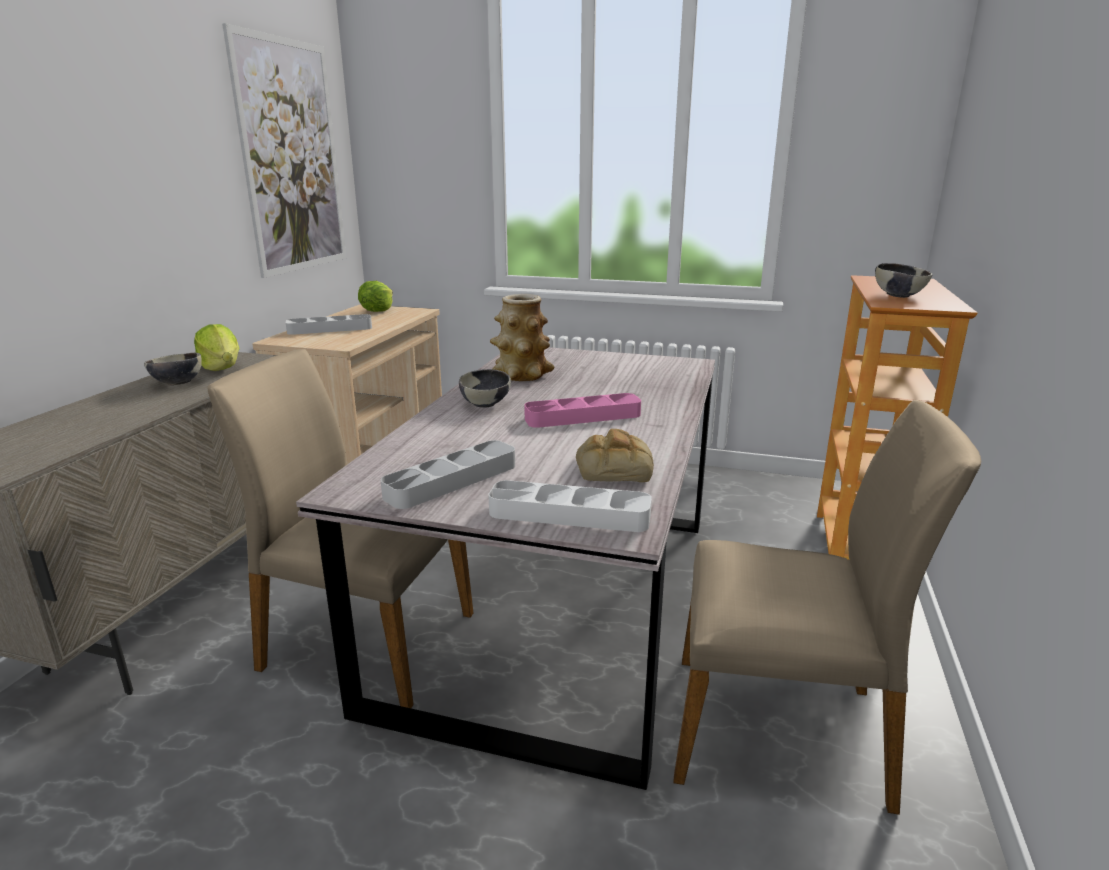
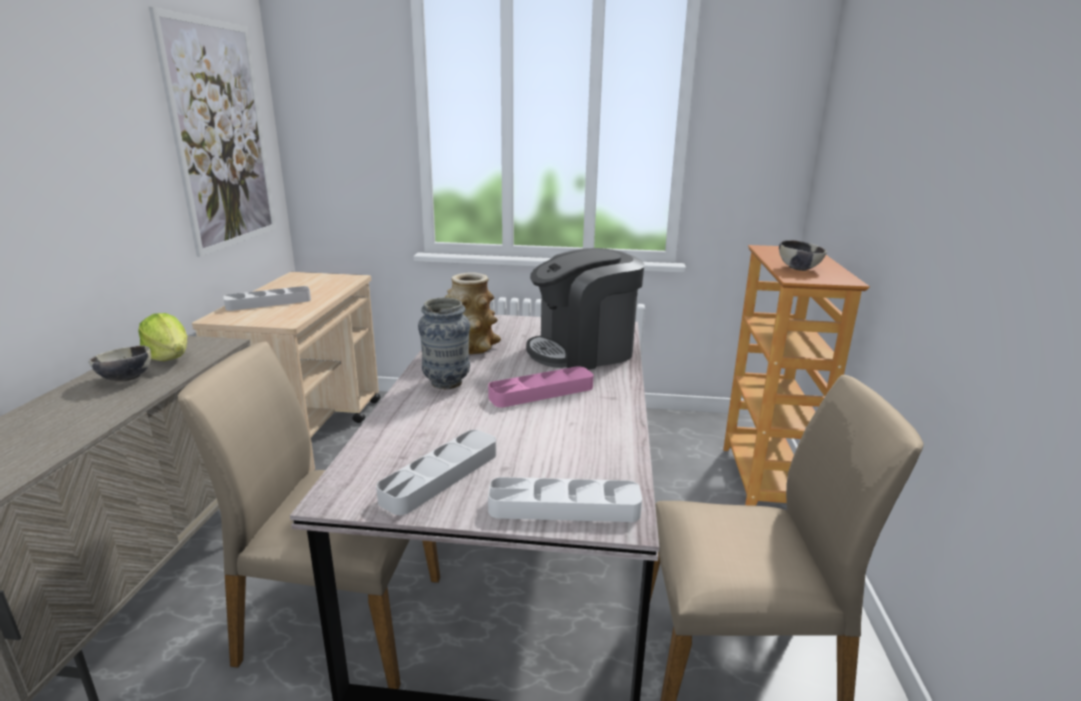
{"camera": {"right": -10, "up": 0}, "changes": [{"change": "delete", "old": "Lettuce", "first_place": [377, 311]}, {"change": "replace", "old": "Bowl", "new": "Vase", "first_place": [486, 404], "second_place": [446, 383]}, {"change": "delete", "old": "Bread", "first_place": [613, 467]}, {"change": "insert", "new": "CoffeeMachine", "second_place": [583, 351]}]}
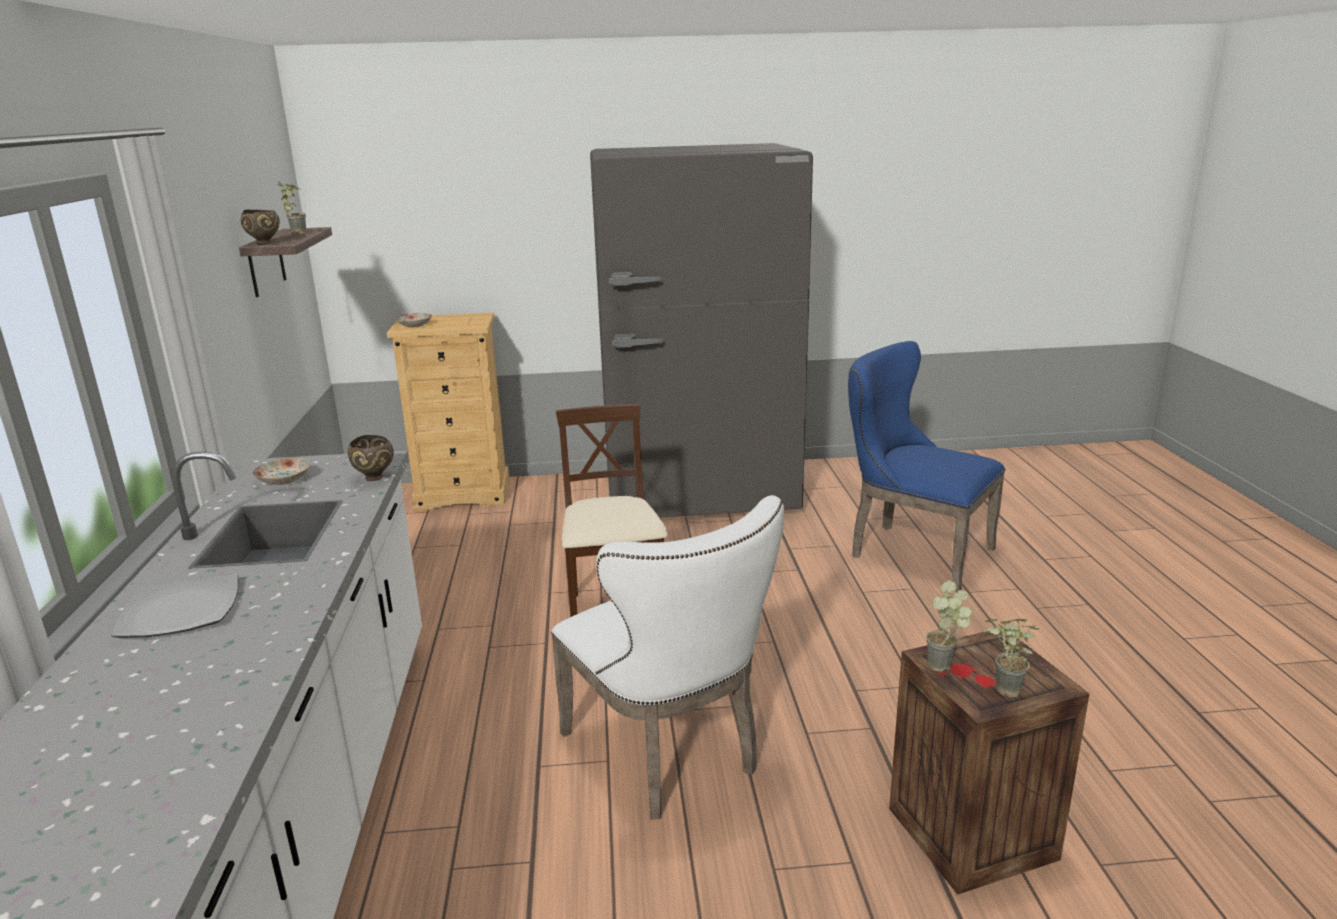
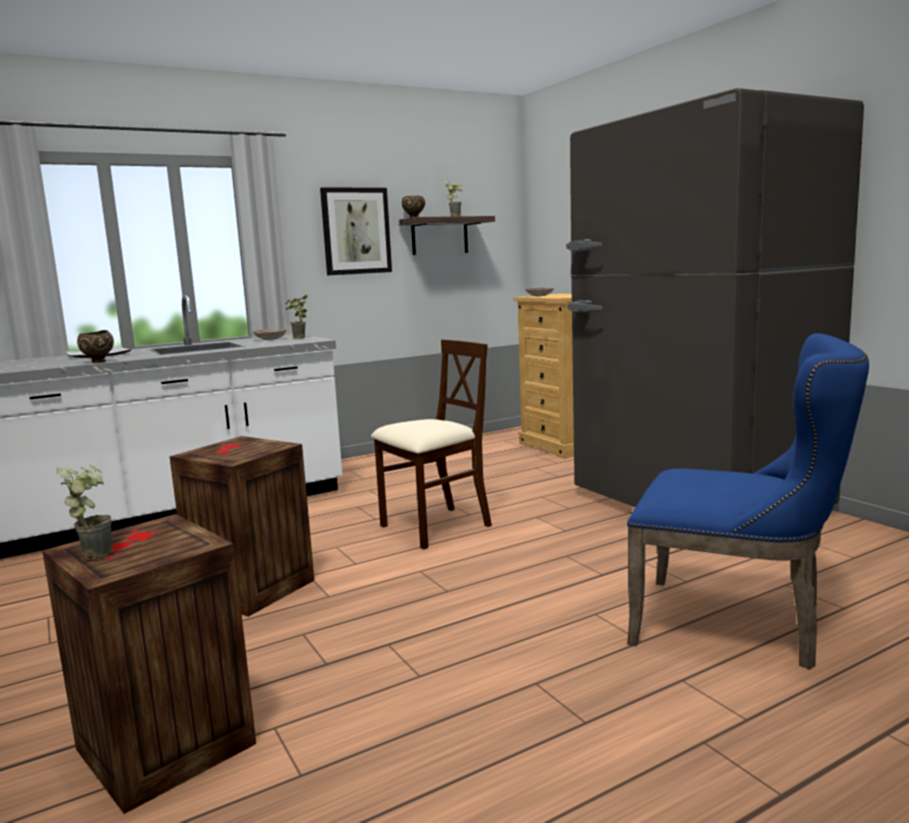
{"camera": {"right": 65, "up": -10}, "changes": [{"change": "rotate", "old": "BlueChair", "first_place": [912, 552], "second_place": [739, 626], "degrees": 105}, {"change": "move", "old": "BrownBowl", "first_place": [375, 478], "second_place": [98, 362]}, {"change": "replace", "old": "WhiteChair", "new": "Crate", "first_place": [669, 755], "second_place": [249, 588]}, {"change": "move", "old": "PottedPlant", "first_place": [946, 667], "second_place": [298, 338]}, {"change": "insert", "new": "Picture", "second_place": [356, 231]}]}
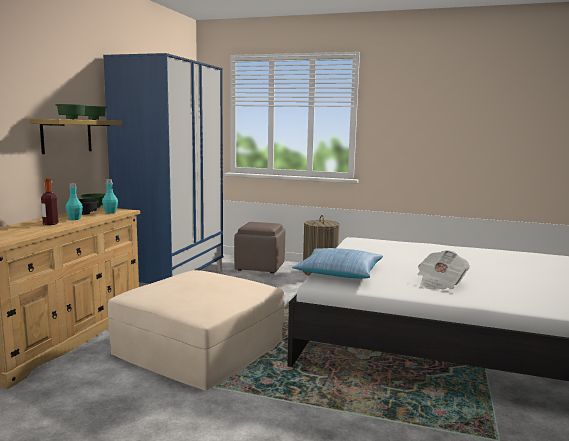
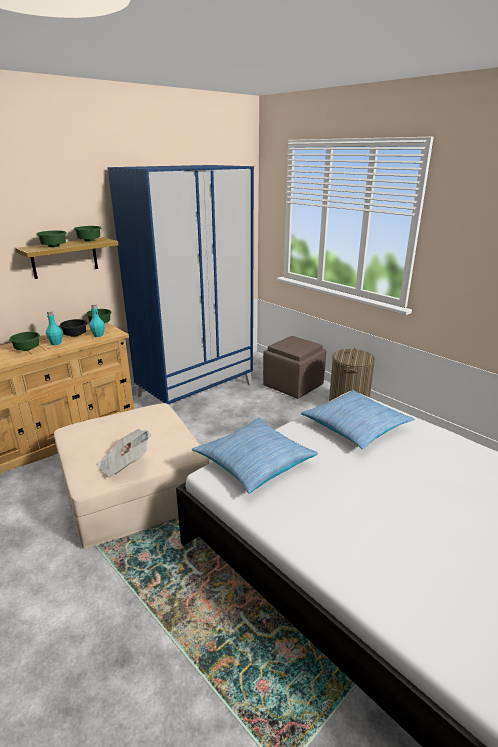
{"camera": {"right": 30, "up": 15}, "changes": [{"change": "replace", "old": "Bottle", "new": "GreenBowl", "first_place": [50, 224], "second_place": [28, 349]}, {"change": "move", "old": "Newspaper", "first_place": [439, 283], "second_place": [125, 464]}, {"change": "insert", "new": "Pillow", "second_place": [355, 426]}]}
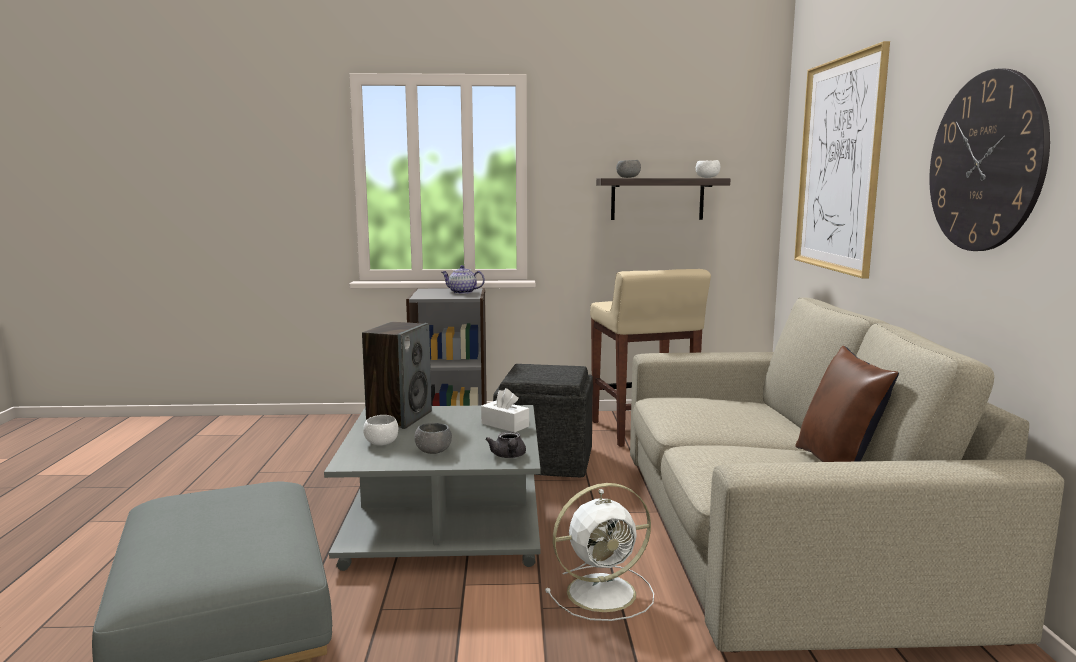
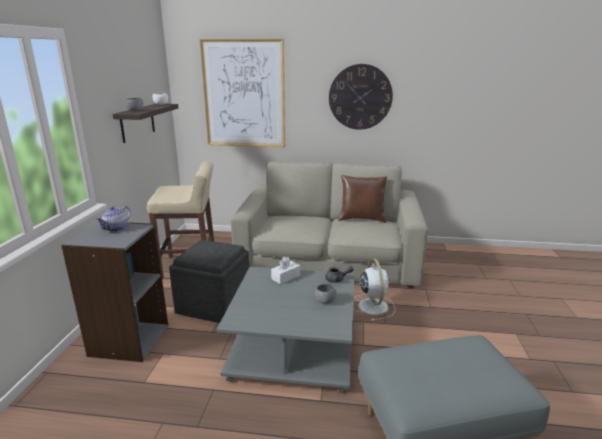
{"camera": {"right": -80, "up": 10}, "changes": [{"change": "delete", "old": "Speaker", "first_place": [399, 418]}, {"change": "delete", "old": "WhiteBowl", "first_place": [381, 443]}]}
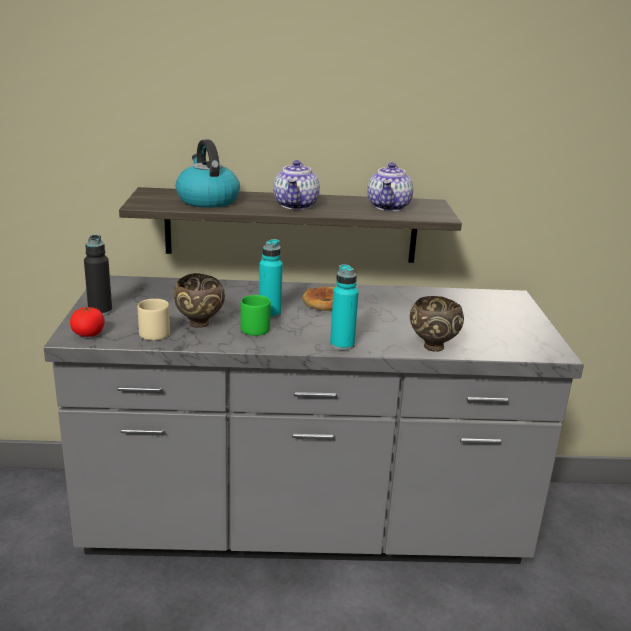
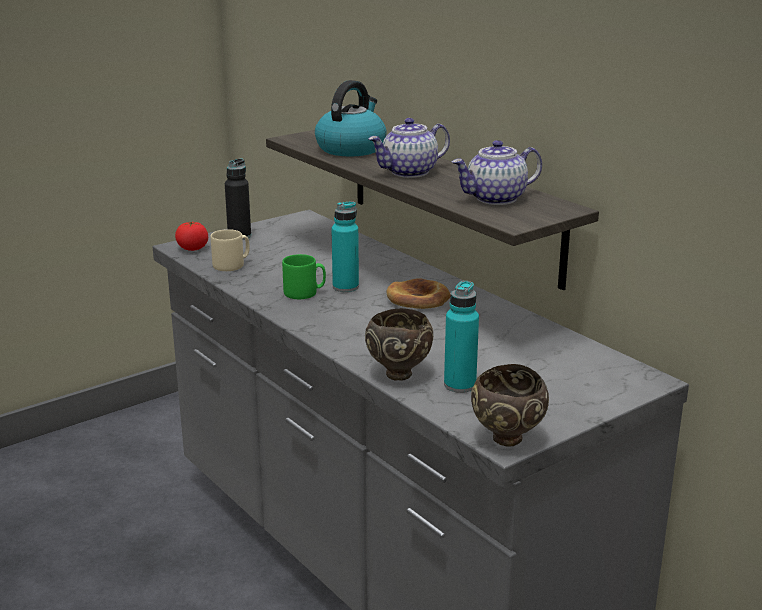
{"camera": {"right": 55, "up": 0}, "changes": [{"change": "move", "old": "TurquoiseBottle", "first_place": [342, 345], "second_place": [460, 385]}, {"change": "move", "old": "BrownBowl", "first_place": [200, 324], "second_place": [507, 440]}]}
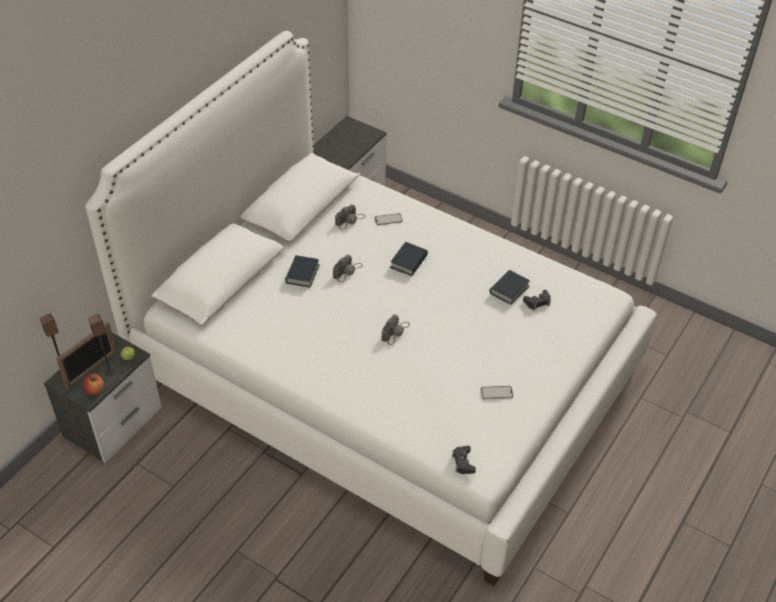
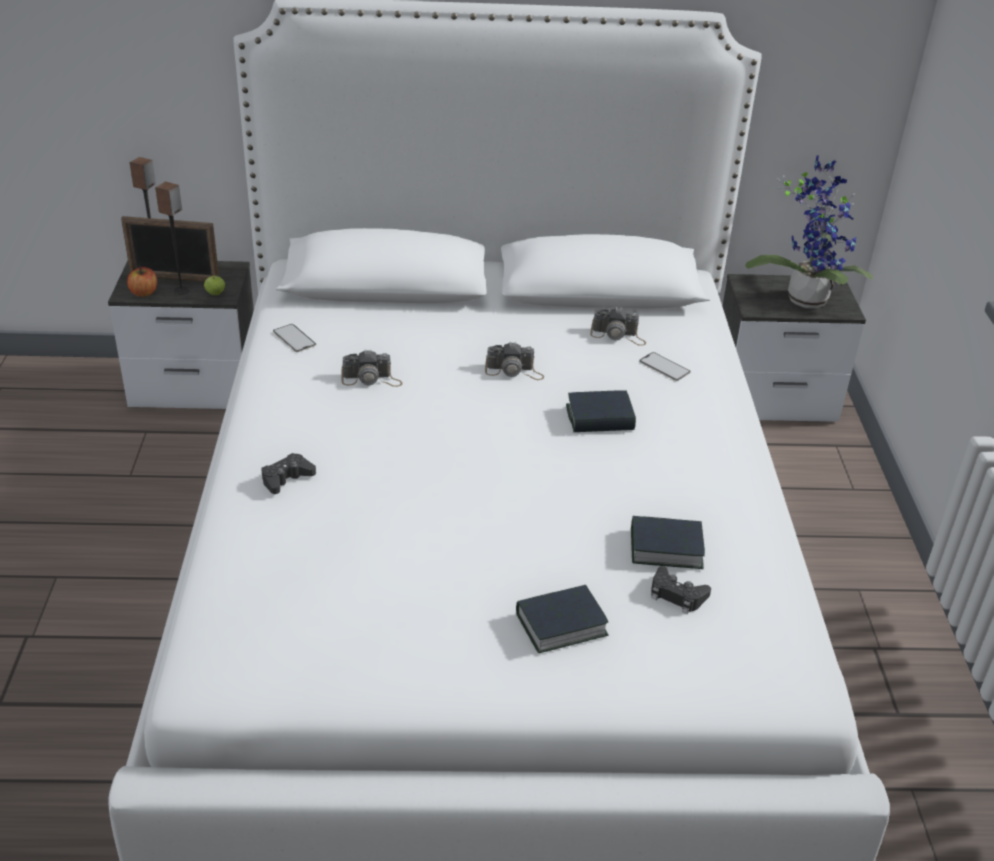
{"camera": {"right": 55, "up": -10}, "changes": [{"change": "move", "old": "Book", "first_place": [302, 274], "second_place": [561, 624]}, {"change": "move", "old": "PhotoCamera", "first_place": [395, 332], "second_place": [371, 379]}, {"change": "move", "old": "Phone", "first_place": [496, 392], "second_place": [294, 338]}, {"change": "move", "old": "BlackGameController", "first_place": [463, 462], "second_place": [286, 479]}, {"change": "insert", "new": "PottedPlant", "second_place": [805, 297]}]}
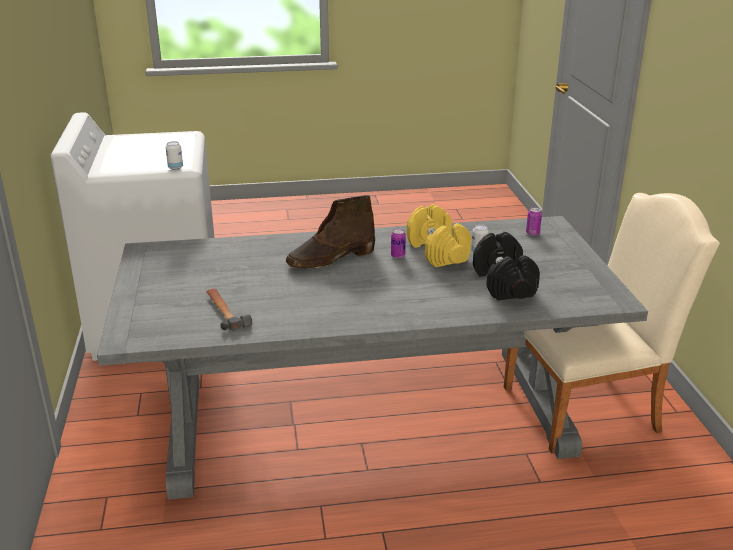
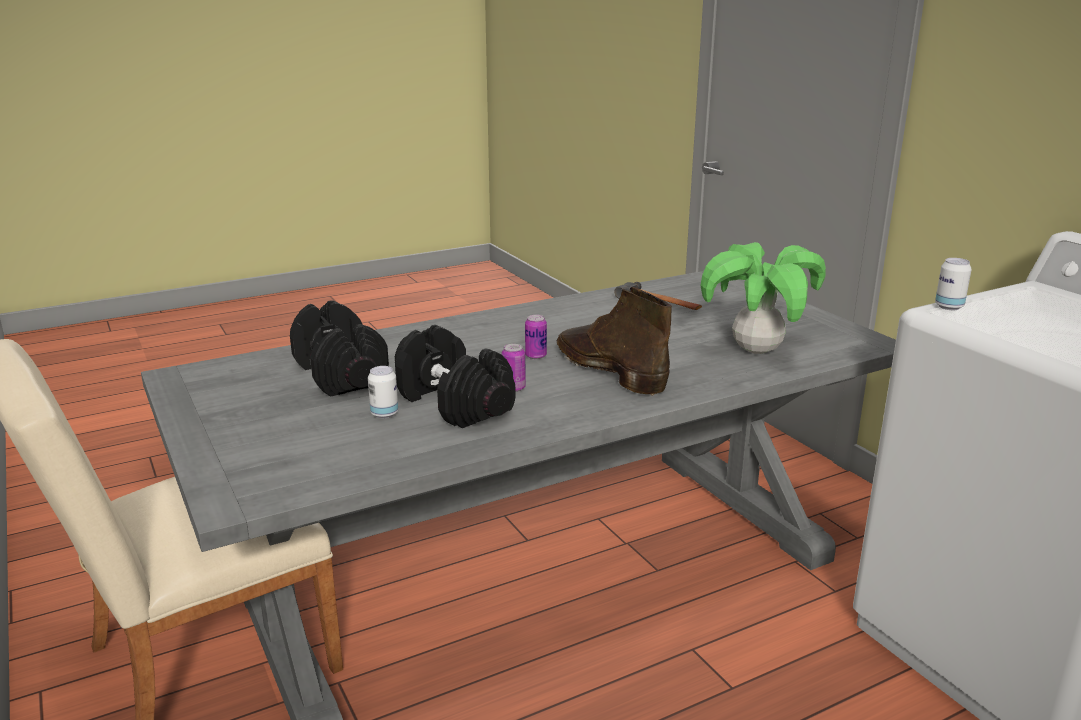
{"camera": {"right": 160, "up": -5}, "changes": [{"change": "rotate", "old": "BrownBoot", "first_place": [330, 259], "second_place": [609, 369], "degrees": -75}, {"change": "recolor", "old": "YellowDumbbell", "new": "BlackDumbbell", "first_place": [438, 252], "second_place": [453, 403]}, {"change": "move", "old": "Can", "first_place": [532, 233], "second_place": [535, 356]}, {"change": "insert", "new": "PottedPlant", "second_place": [756, 350]}]}
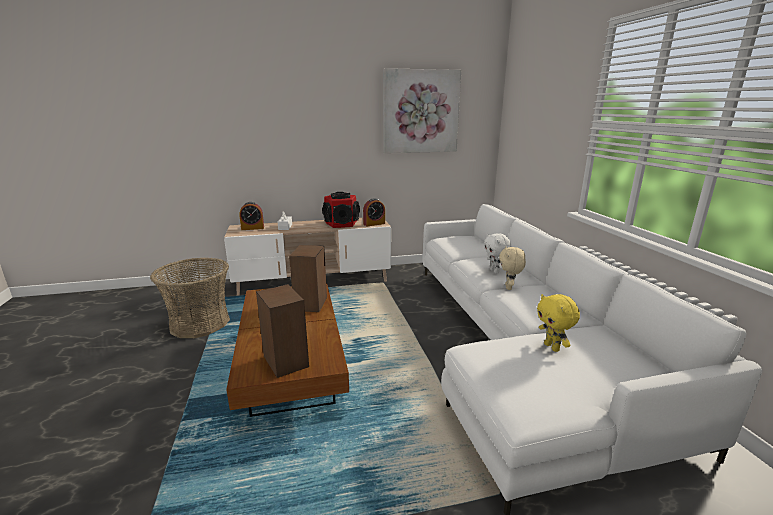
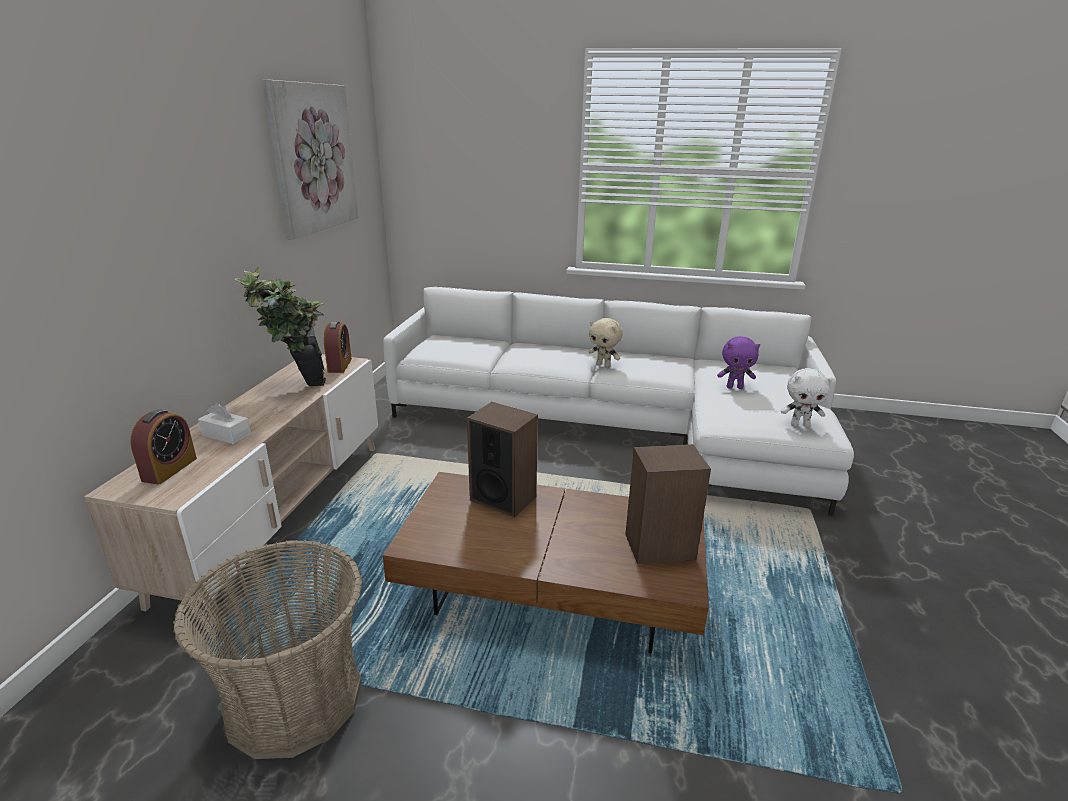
{"camera": {"right": -65, "up": 5}, "changes": [{"change": "replace", "old": "Speaker", "new": "PottedPlant", "first_place": [342, 223], "second_place": [296, 386]}, {"change": "move", "old": "WhitePlushToy", "first_place": [495, 271], "second_place": [800, 425]}, {"change": "recolor", "old": "YellowPlushToy", "new": "PurplePlushToy", "first_place": [552, 347], "second_place": [734, 387]}]}
